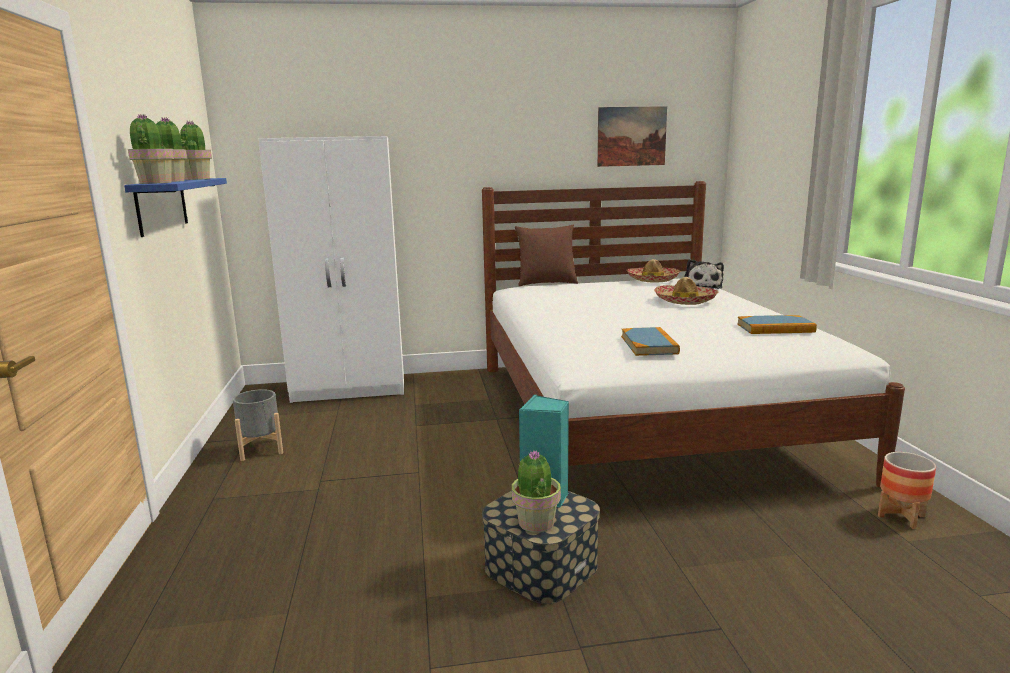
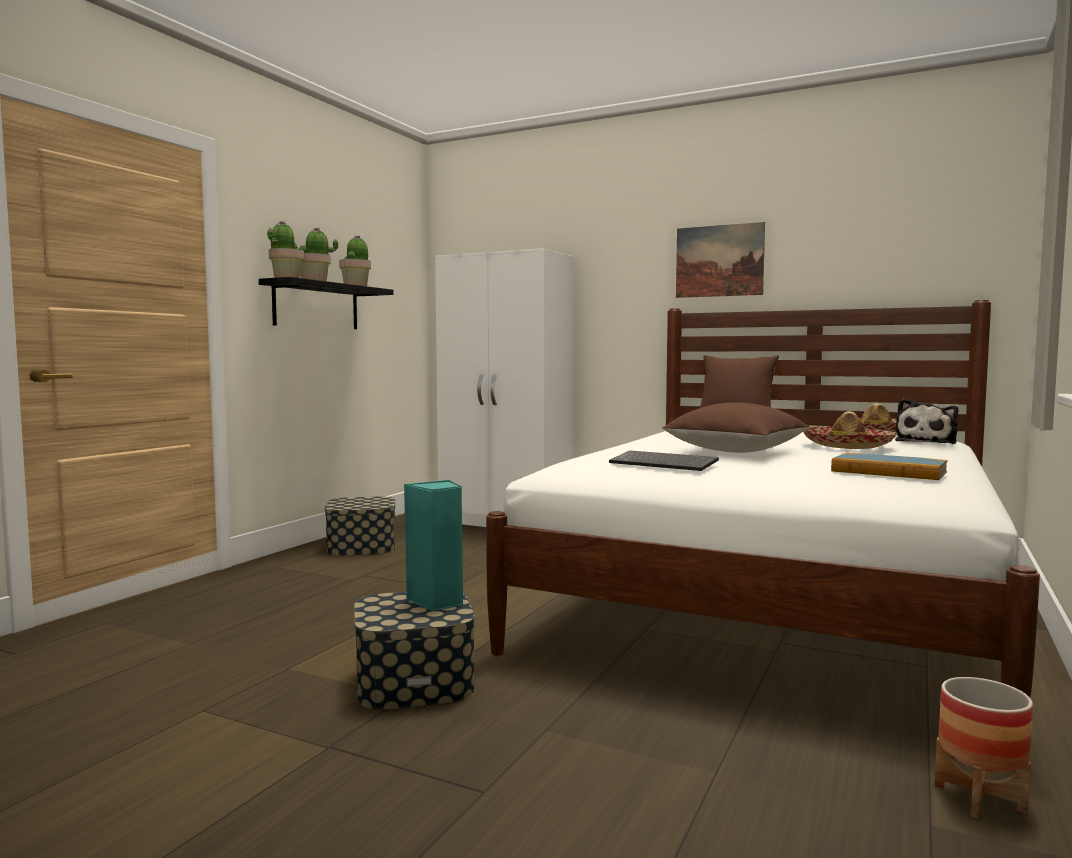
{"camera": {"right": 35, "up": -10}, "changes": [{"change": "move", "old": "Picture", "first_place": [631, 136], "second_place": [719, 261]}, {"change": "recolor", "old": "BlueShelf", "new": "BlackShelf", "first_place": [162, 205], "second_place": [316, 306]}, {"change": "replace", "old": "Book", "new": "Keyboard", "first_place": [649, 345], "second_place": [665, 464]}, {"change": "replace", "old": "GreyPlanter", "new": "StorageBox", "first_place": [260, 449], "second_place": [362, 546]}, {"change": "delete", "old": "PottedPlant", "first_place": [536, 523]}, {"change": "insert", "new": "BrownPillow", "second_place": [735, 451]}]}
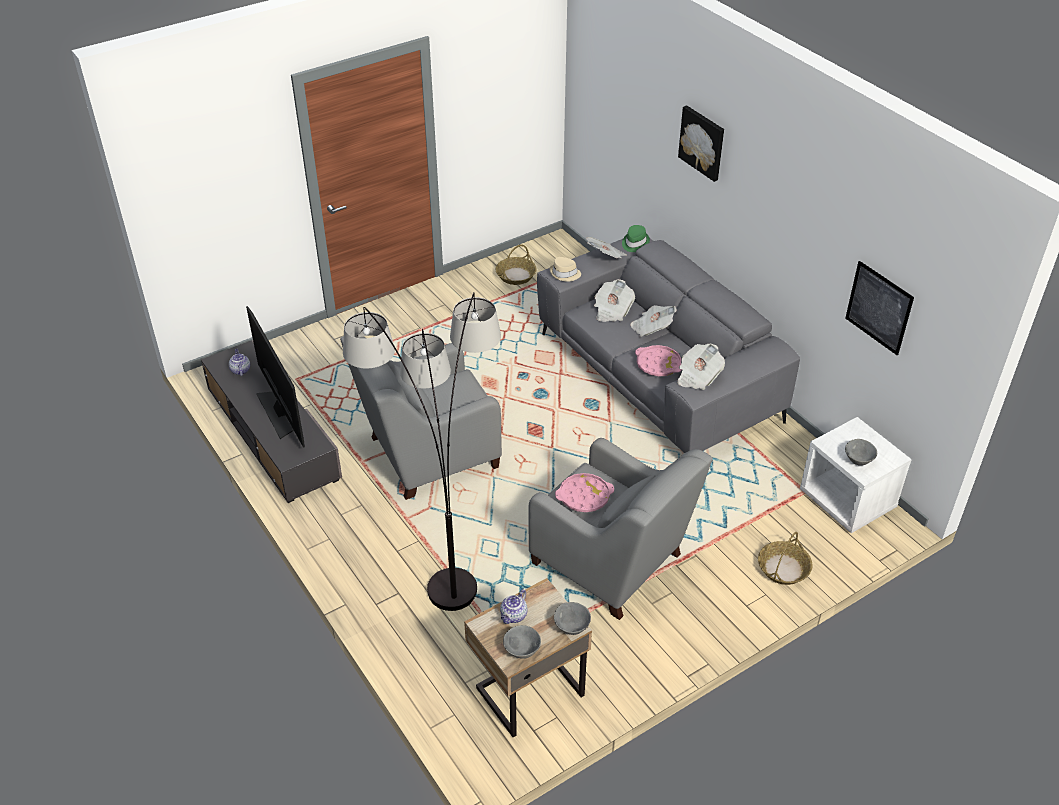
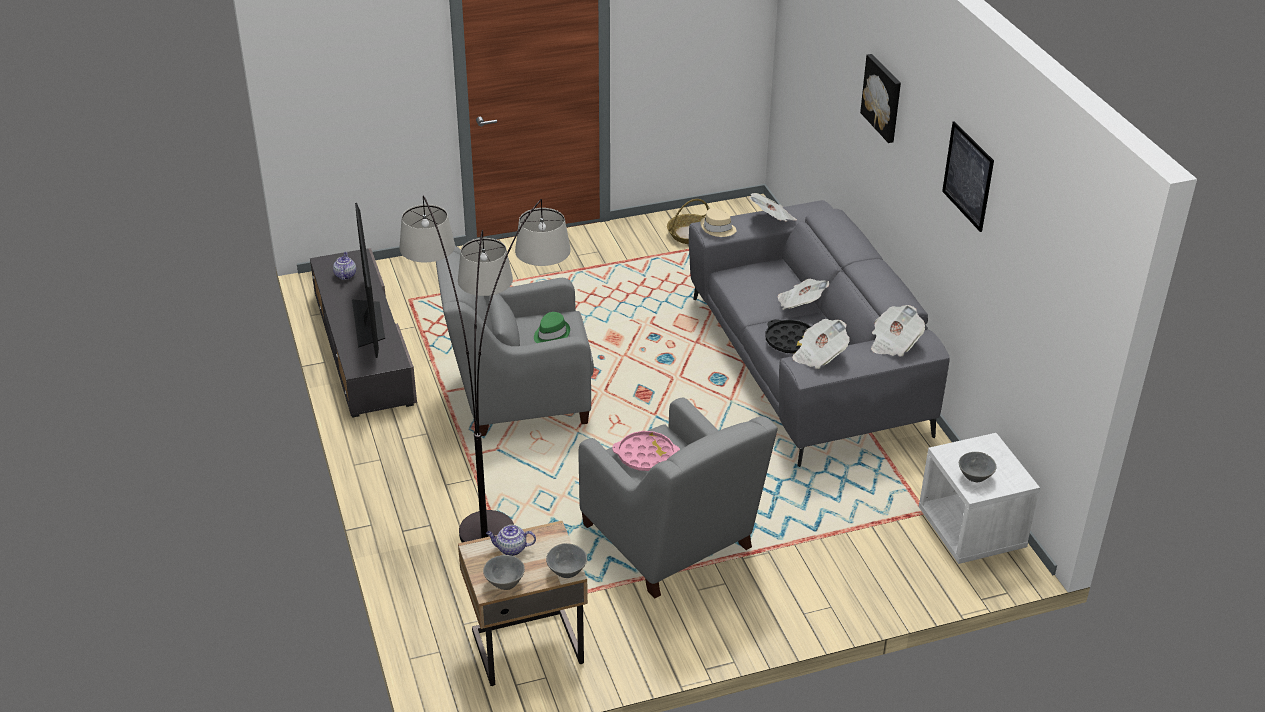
{"camera": {"right": 15, "up": -5}, "changes": [{"change": "move", "old": "GreenHat", "first_place": [634, 243], "second_place": [551, 334]}, {"change": "move", "old": "Picture", "first_place": [879, 307], "second_place": [968, 176]}, {"change": "move", "old": "Newspaper", "first_place": [612, 311], "second_place": [894, 343]}, {"change": "recolor", "old": "PinkTray", "new": "BlackTray", "first_place": [658, 364], "second_place": [790, 341]}, {"change": "delete", "old": "Basket", "first_place": [783, 569]}, {"change": "rotate", "old": "Teapot", "first_place": [513, 616], "second_place": [511, 549], "degrees": 45}]}
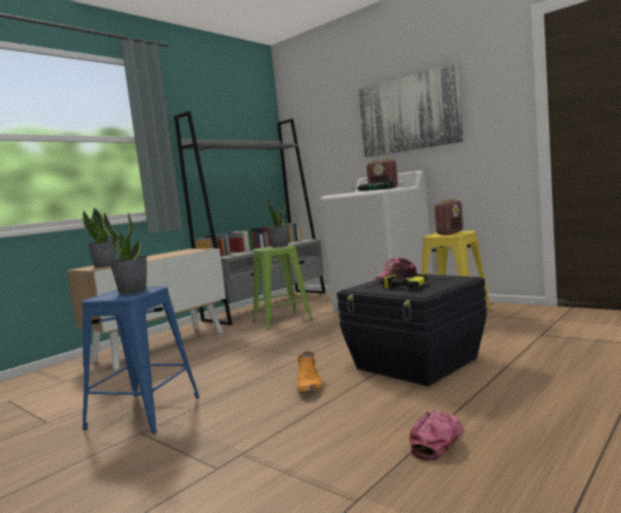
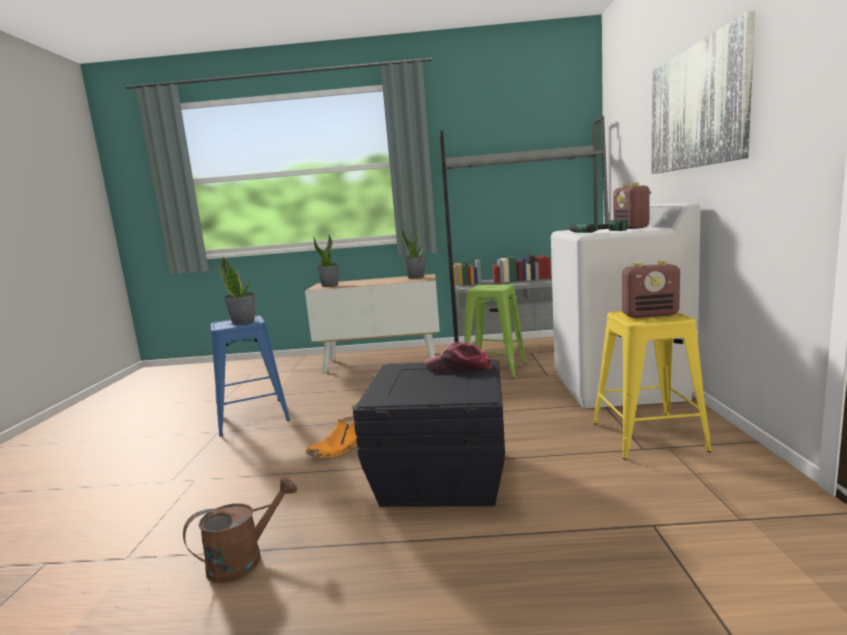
{"camera": {"right": 50, "up": 5}, "changes": [{"change": "move", "old": "PottedPlant", "first_place": [279, 246], "second_place": [416, 277]}, {"change": "delete", "old": "PowerDrill", "first_place": [408, 284]}, {"change": "replace", "old": "Cap", "new": "BrownWateringCan", "first_place": [437, 441], "second_place": [245, 559]}]}
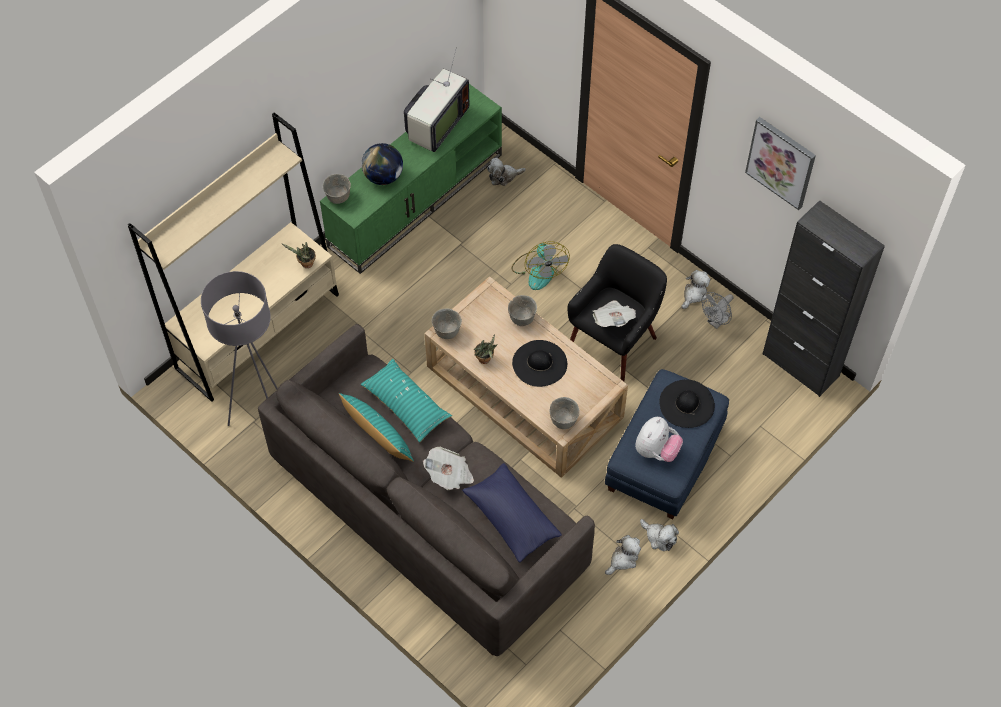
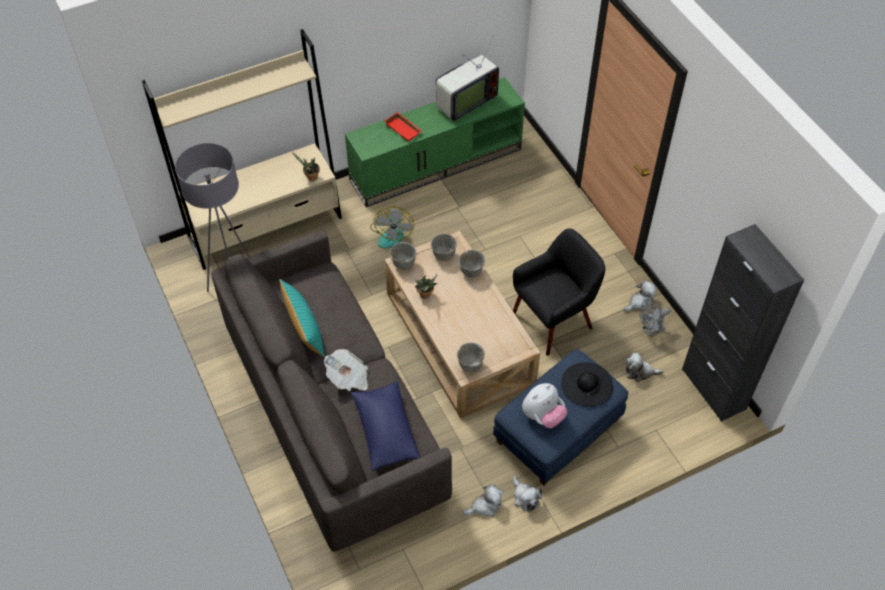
{"camera": {"right": 20, "up": -5}, "changes": [{"change": "delete", "old": "Picture", "first_place": [781, 162]}, {"change": "replace", "old": "Globe", "new": "RedTray", "first_place": [383, 176], "second_place": [404, 129]}, {"change": "move", "old": "PlushToy", "first_place": [503, 176], "second_place": [640, 372]}, {"change": "move", "old": "GreyBowl", "first_place": [338, 198], "second_place": [444, 255]}, {"change": "move", "old": "Fan", "first_place": [538, 270], "second_place": [392, 233]}, {"change": "delete", "old": "Newspaper", "first_place": [613, 320]}, {"change": "delete", "old": "BlackHat", "first_place": [539, 363]}, {"change": "delete", "old": "TurquoisePillow", "first_place": [406, 405]}]}
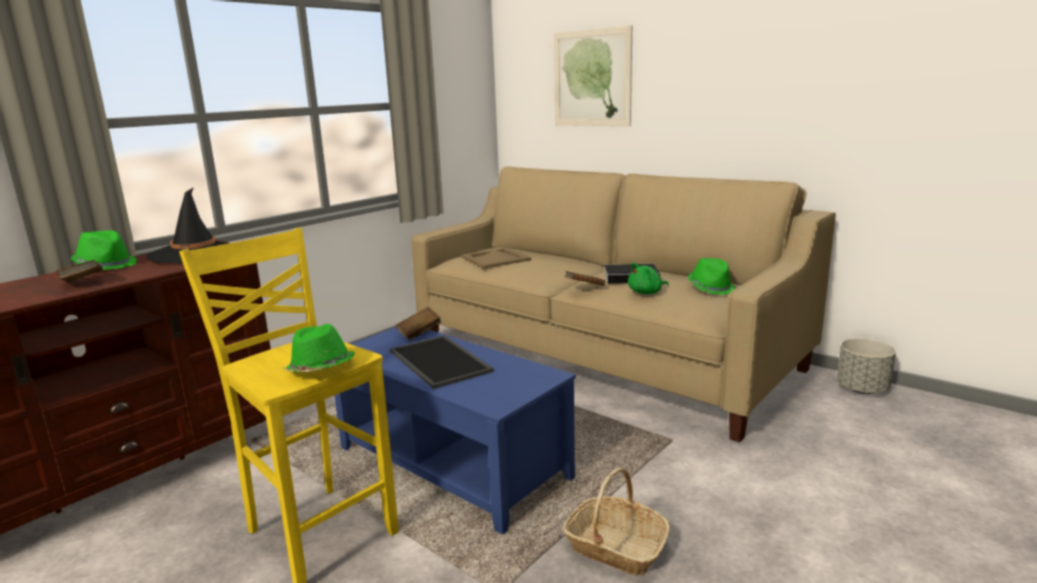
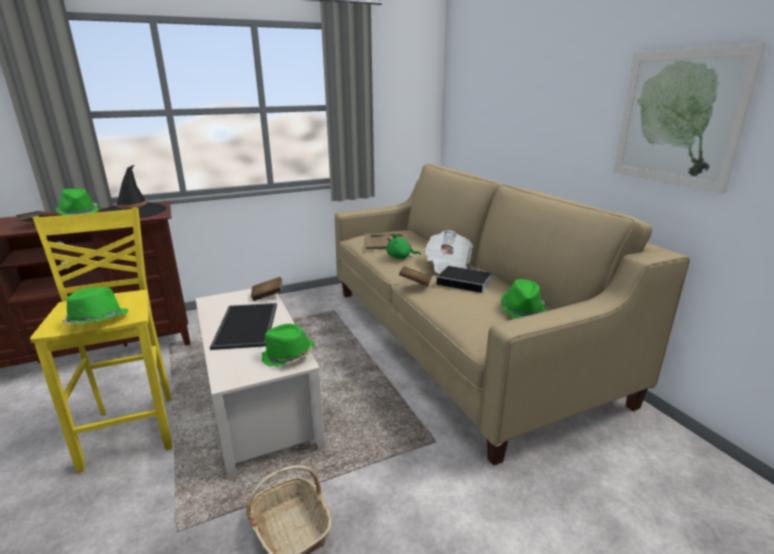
{"camera": {"right": 25, "up": 5}, "changes": [{"change": "move", "old": "Picture", "first_place": [591, 78], "second_place": [678, 118]}, {"change": "move", "old": "GreenPlushToy", "first_place": [646, 292], "second_place": [400, 257]}, {"change": "recolor", "old": "BlueCoffeeTable", "new": "BeigeCoffeeTable", "first_place": [452, 463], "second_place": [259, 403]}, {"change": "delete", "old": "GreyPlanter", "first_place": [862, 389]}, {"change": "insert", "new": "Newspaper", "second_place": [447, 265]}, {"change": "insert", "new": "GreenHat", "second_place": [288, 356]}]}
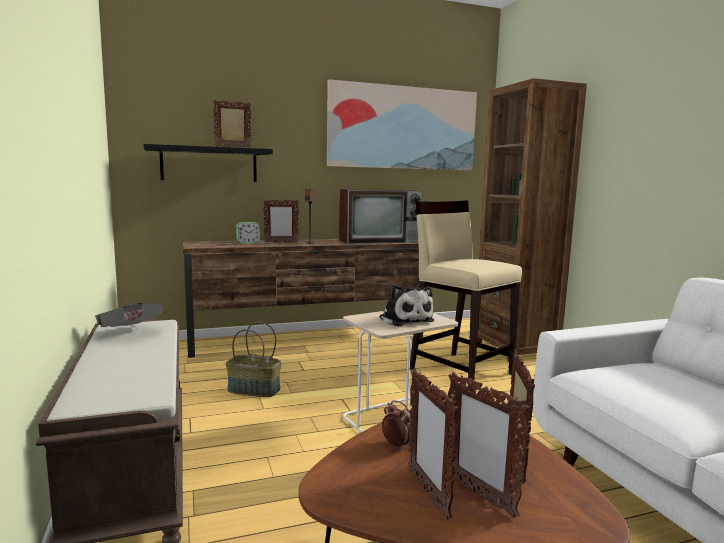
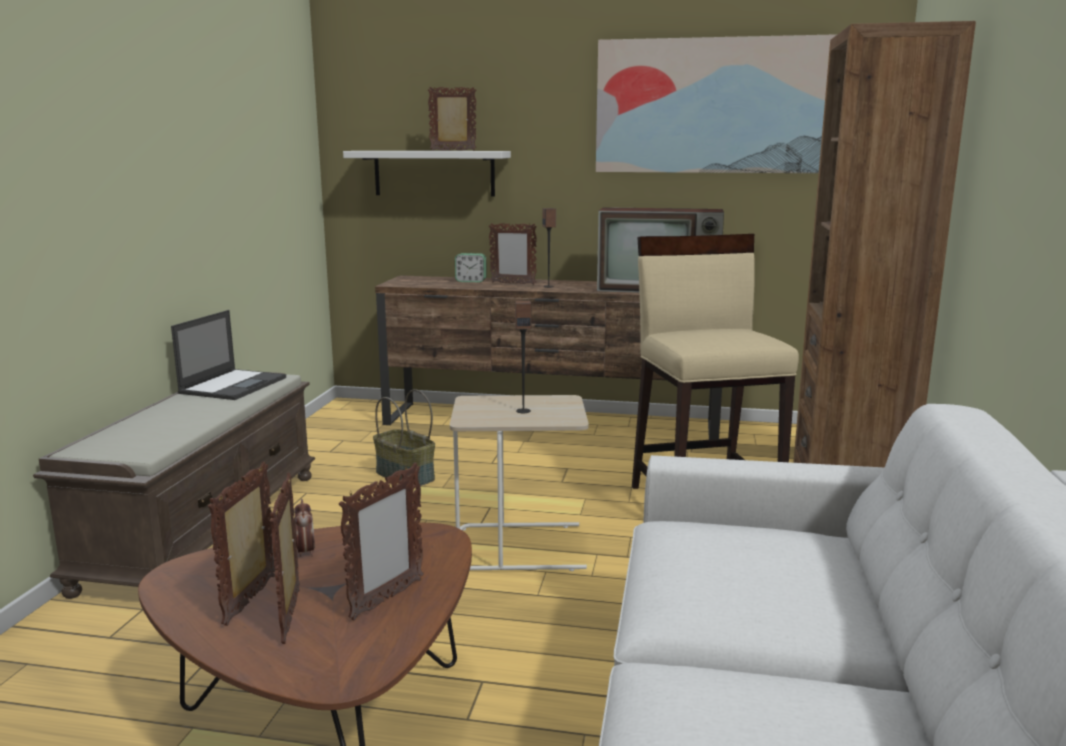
{"camera": {"right": 30, "up": 5}, "changes": [{"change": "recolor", "old": "BlackShelf", "new": "WhiteShelf", "first_place": [209, 164], "second_place": [434, 173]}, {"change": "replace", "old": "PlushToy", "new": "Speaker", "first_place": [405, 319], "second_place": [523, 411]}, {"change": "replace", "old": "Newspaper", "new": "Laptop", "first_place": [131, 333], "second_place": [234, 385]}]}
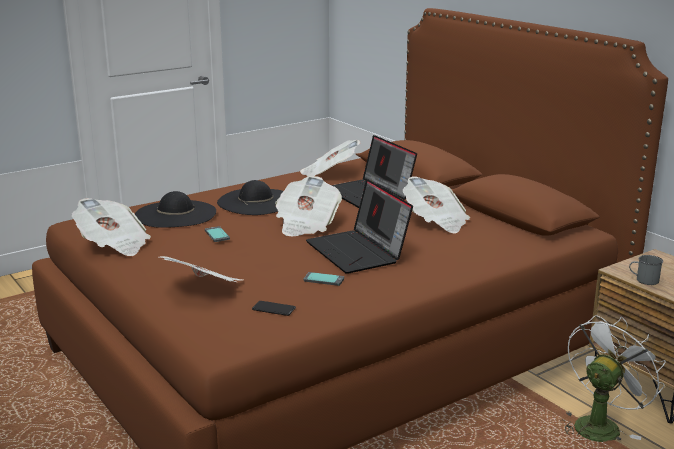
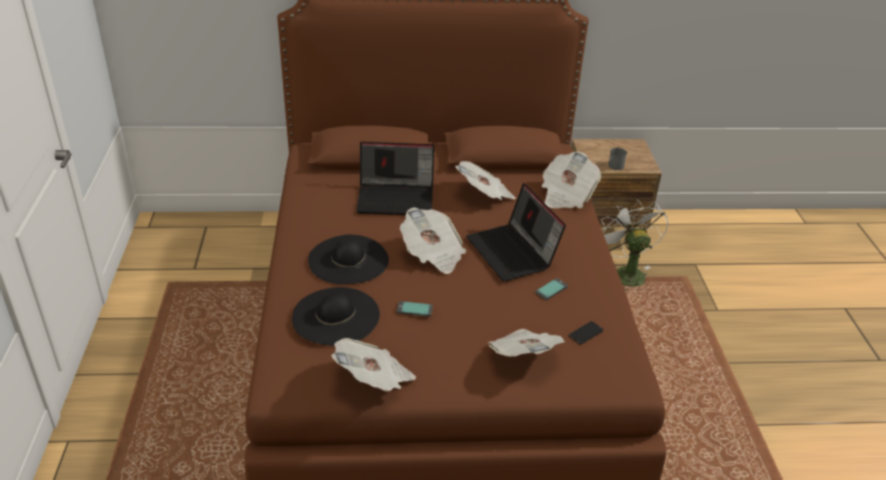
{"camera": {"right": -60, "up": 15}, "changes": [{"change": "move", "old": "Newspaper", "first_place": [329, 174], "second_place": [566, 195]}, {"change": "rotate", "old": "Laptop", "first_place": [359, 252], "second_place": [513, 253], "degrees": 60}]}
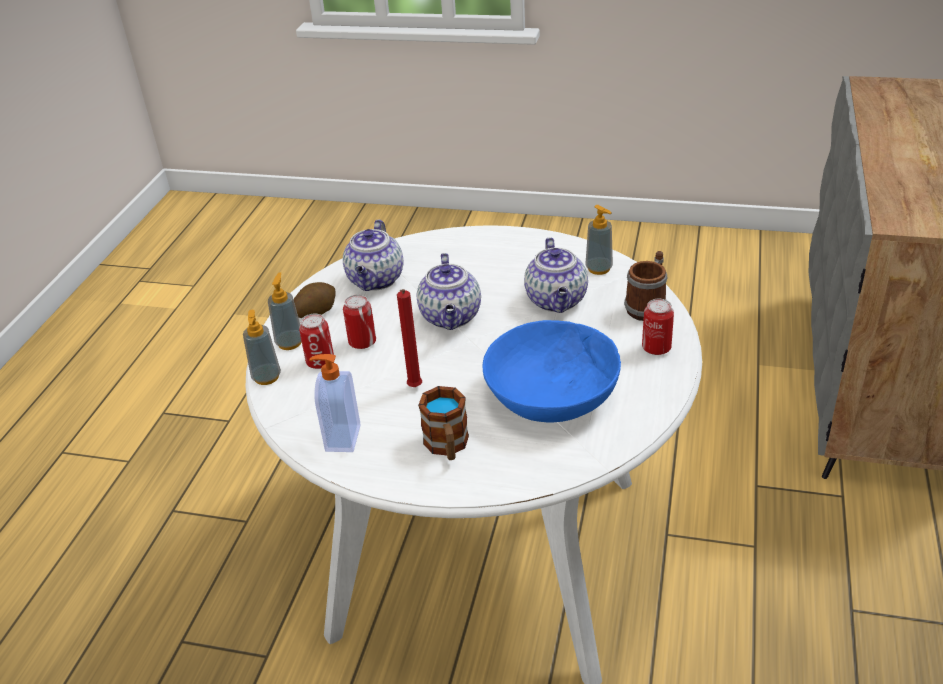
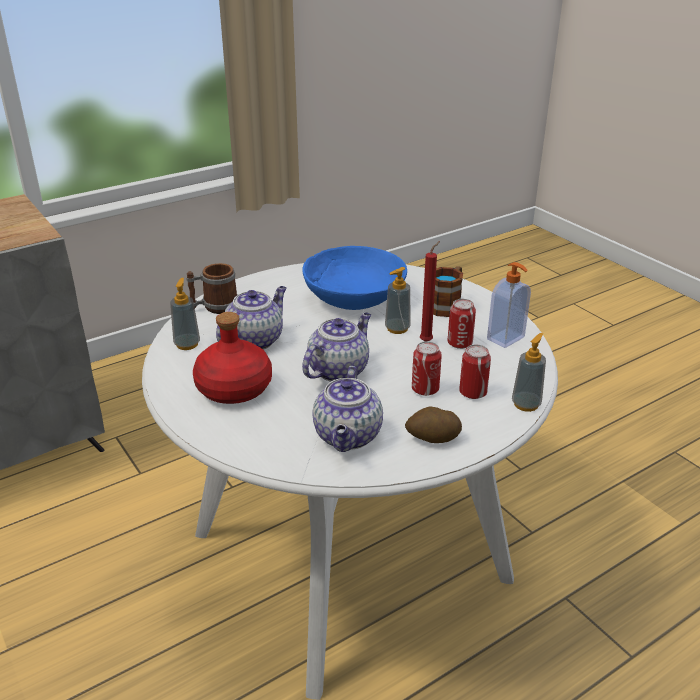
{"camera": {"right": -140, "up": -5}, "changes": [{"change": "rotate", "old": "Teapot", "first_place": [376, 281], "second_place": [348, 437], "degrees": 135}, {"change": "move", "old": "SoapDispenser", "first_place": [289, 343], "second_place": [397, 328]}, {"change": "move", "old": "Can", "first_place": [656, 348], "second_place": [459, 343]}, {"change": "insert", "new": "RedBottle", "second_place": [235, 388]}]}
